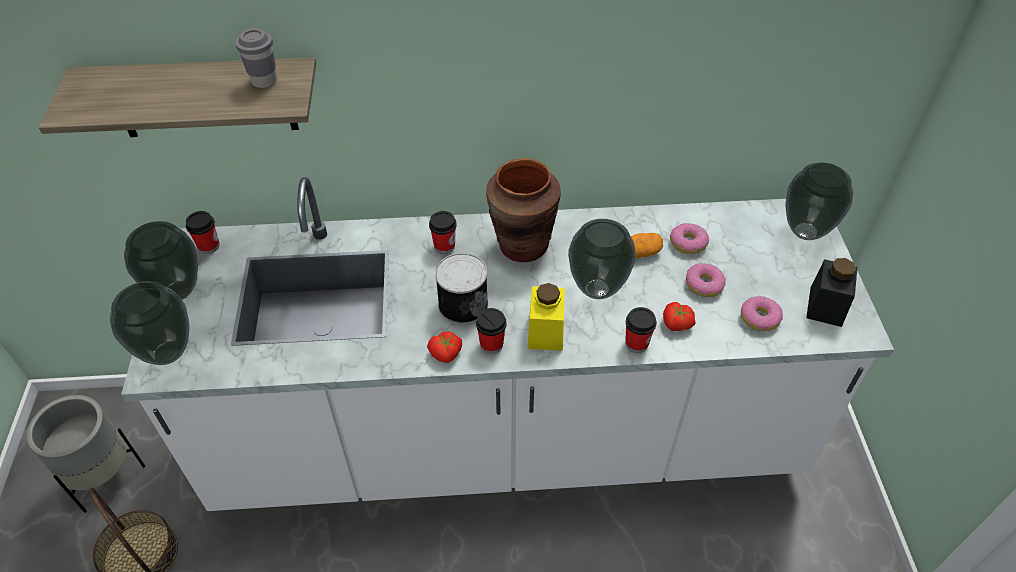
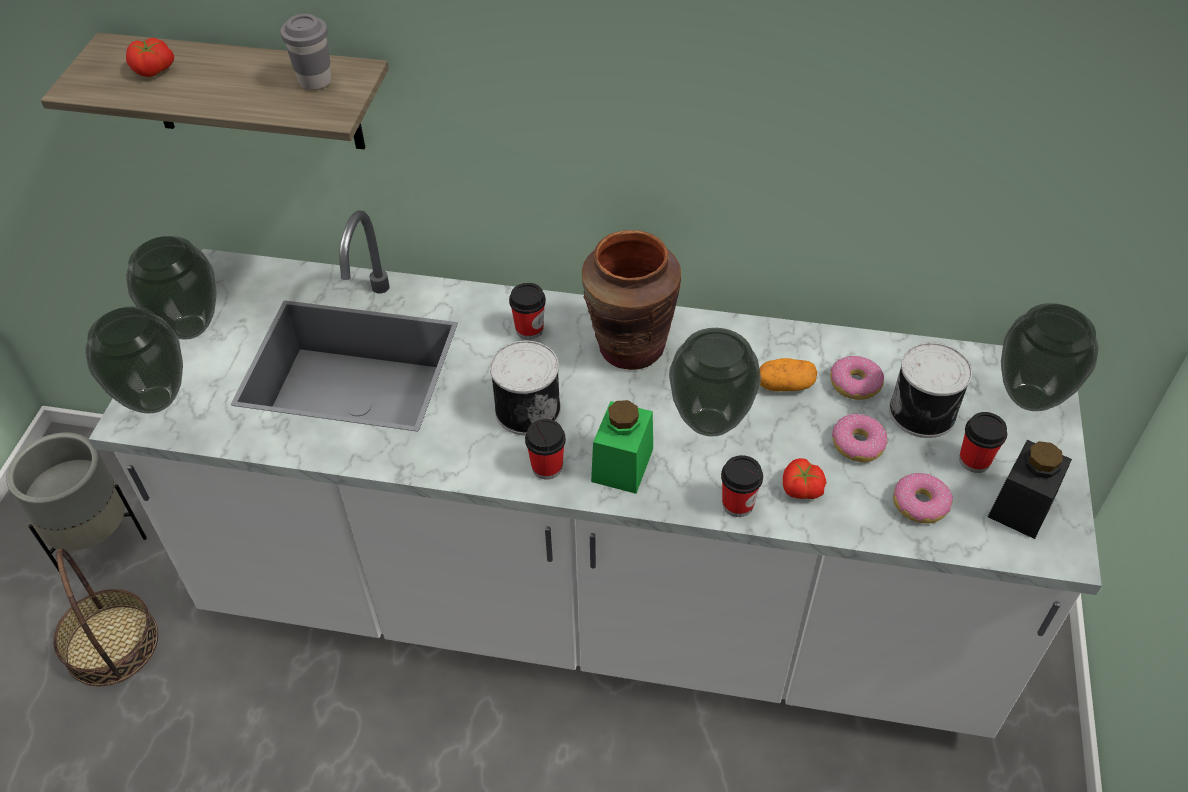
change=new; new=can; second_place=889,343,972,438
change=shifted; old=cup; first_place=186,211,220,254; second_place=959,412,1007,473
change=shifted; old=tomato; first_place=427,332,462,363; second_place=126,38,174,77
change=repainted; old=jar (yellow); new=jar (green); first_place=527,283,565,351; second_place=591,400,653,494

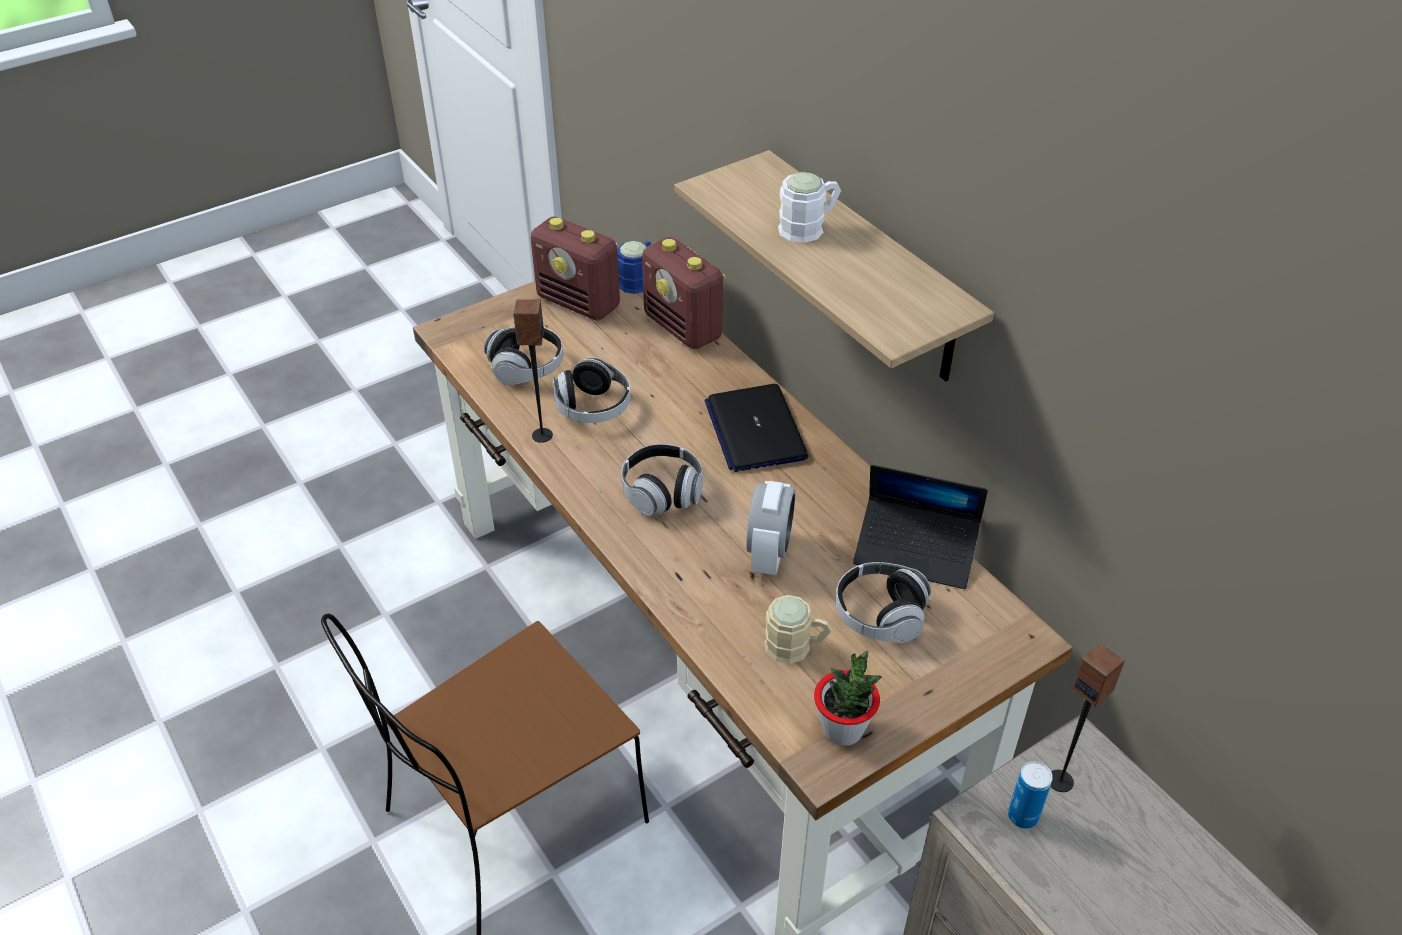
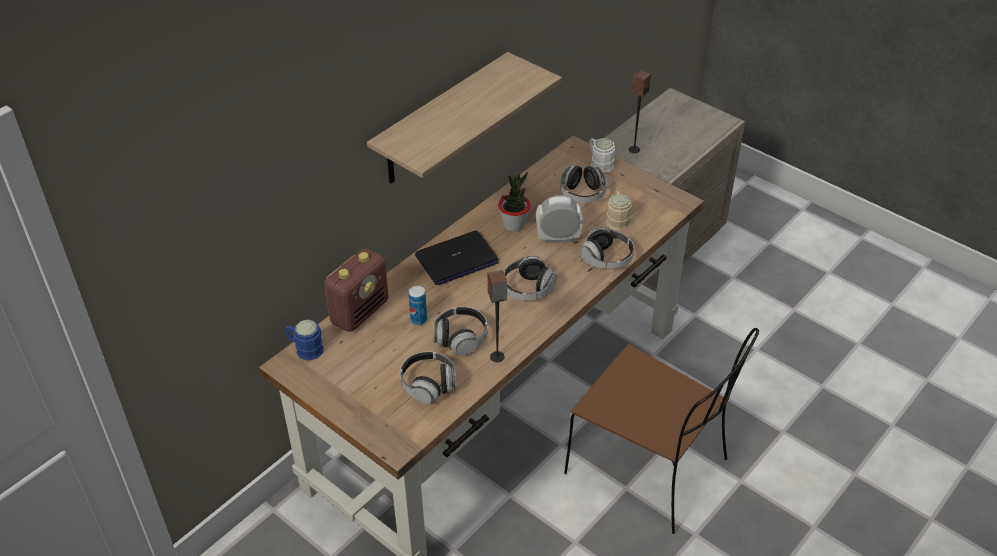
change=gone; old=radio; first_place=530,216,620,321
change=gone; old=laptop; first_place=853,465,988,589
change=new; new=headphones; second_place=580,227,634,269
change=shifted; old=mug (white); first_place=778,172,841,243; second_place=589,138,615,173
change=shifted; old=potted plant; first_place=814,651,882,746; second_place=498,172,531,232
change=shifted; old=can; first_place=1008,761,1053,829; second_place=408,285,427,325

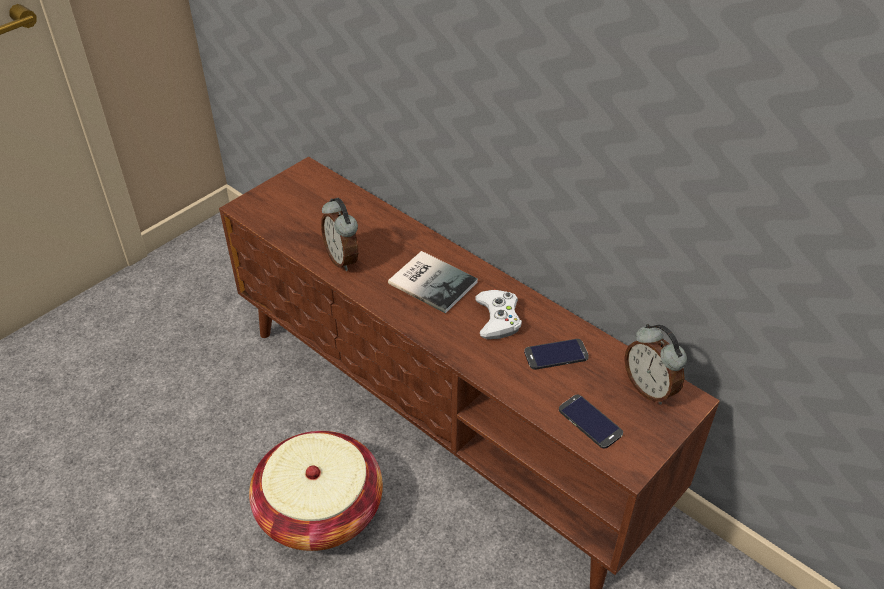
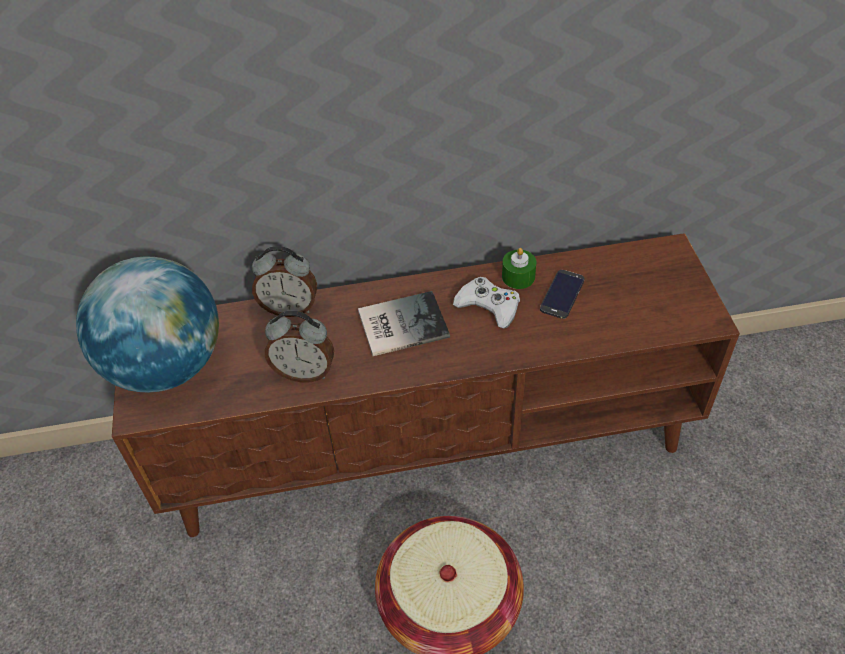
change=gone; old=phone; first_place=559,395,623,449
change=new; new=globe; second_place=76,257,219,392
change=new; new=candle (green); second_place=502,248,536,289
change=shifted; old=alarm clock; first_place=624,324,687,405; second_place=252,246,317,317

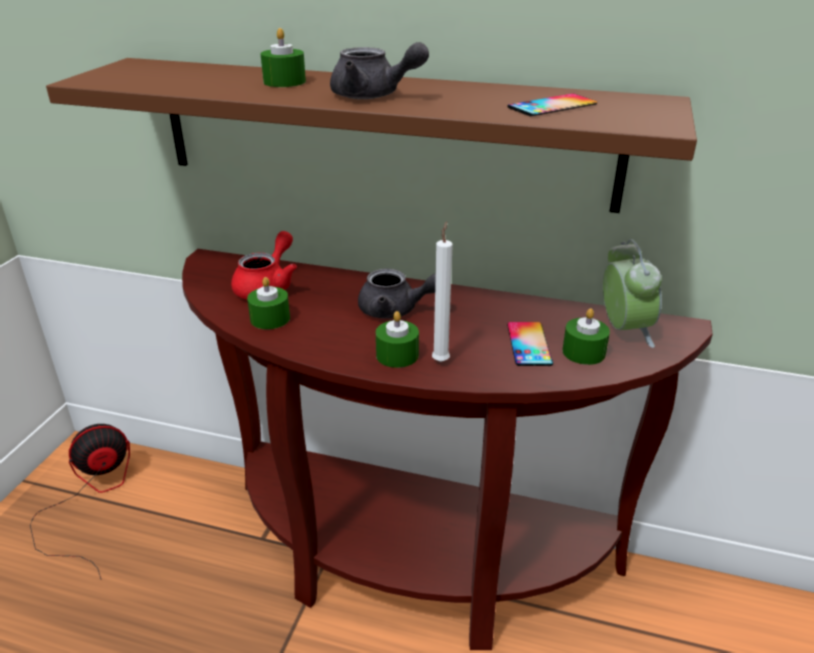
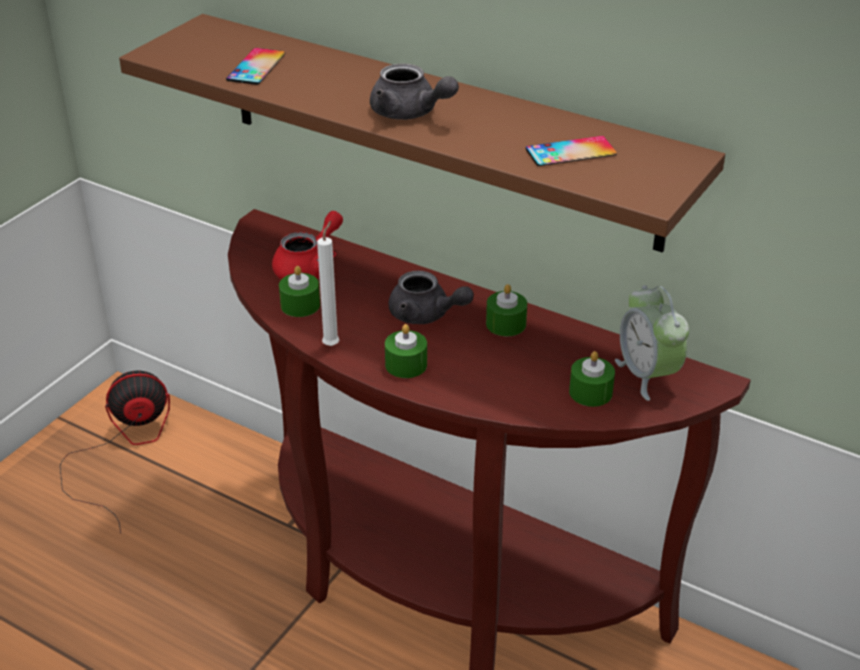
change=shifted; old=candle (green); first_place=260,28,306,87; second_place=486,284,527,336
change=shifted; old=candle (white); first_place=432,221,453,362; second_place=317,221,339,346
change=shifted; old=phone; first_place=507,322,553,366; second_place=226,48,285,85
change=rotated; old=alarm clock; first_place=603,239,662,348; second_place=615,285,689,401; degrees=150

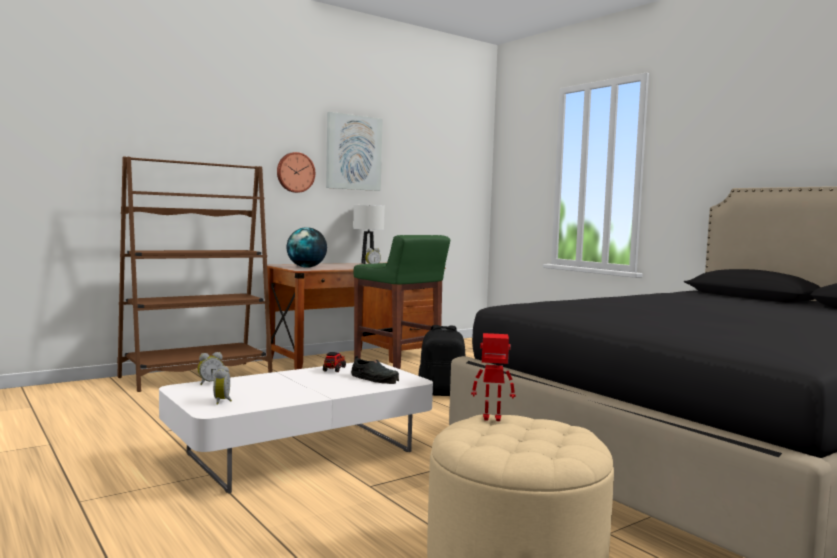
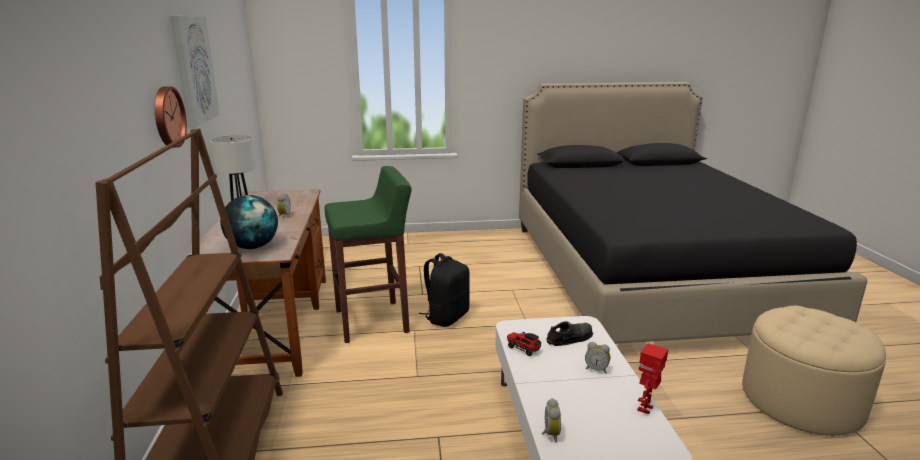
change=shifted; old=alarm clock; first_place=213,366,232,405; second_place=585,342,610,374
change=shifted; old=toy robot; first_place=471,333,516,421; second_place=637,343,668,414

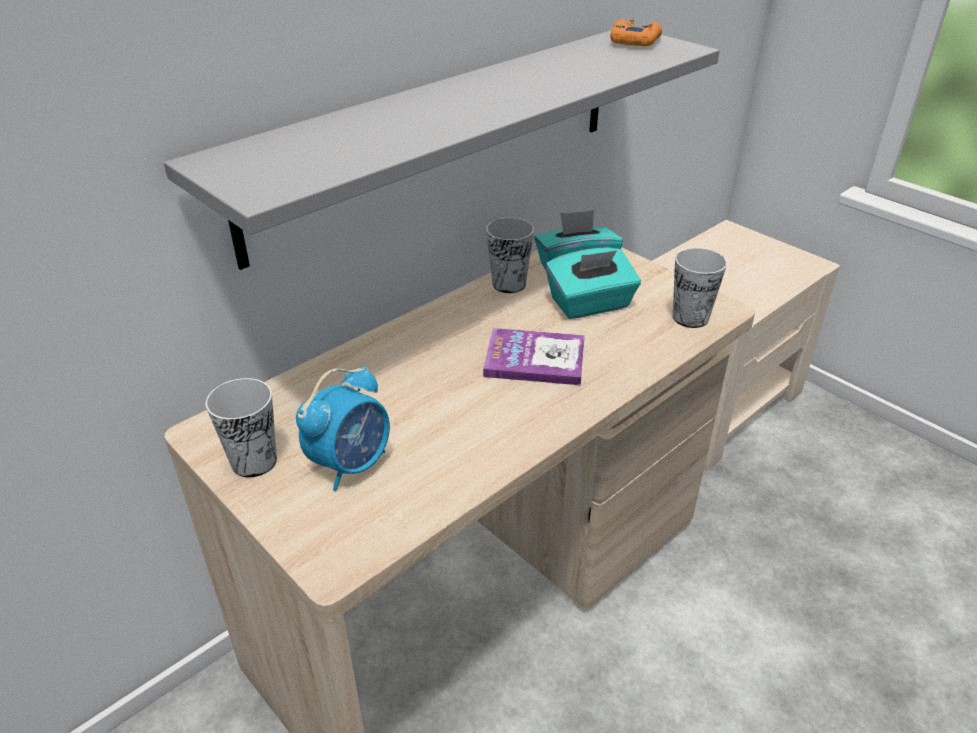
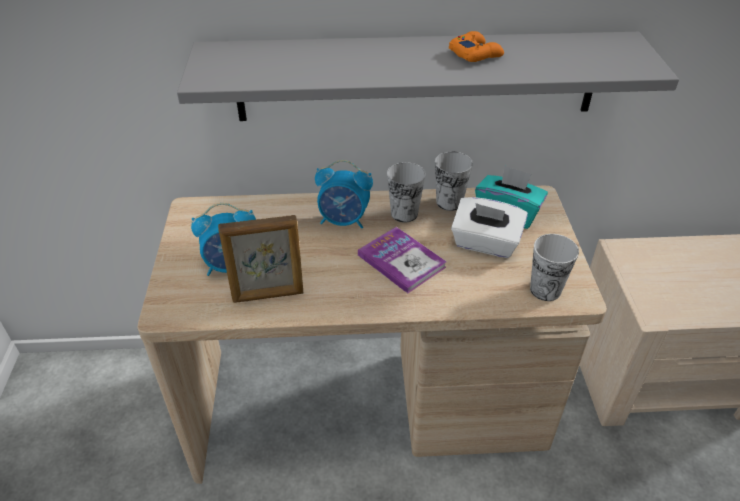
change=new; new=picture frame; second_place=218,215,303,303
change=new; new=alarm clock; second_place=315,160,373,228
change=shifted; old=cup; first_place=205,378,277,477; second_place=387,162,426,223
change=shifted; old=game controller (orange); first_place=610,19,662,46; second_place=449,31,504,62
change=repainted; old=tissue box (turquoise); new=tissue box (white); first_place=546,247,641,319; second_place=451,197,528,258

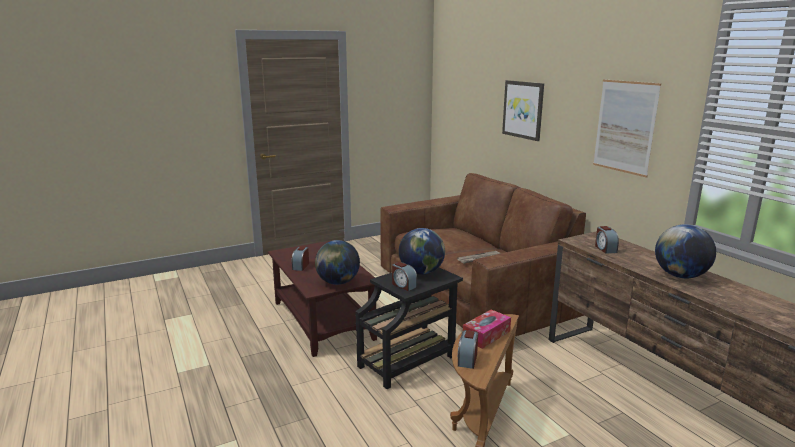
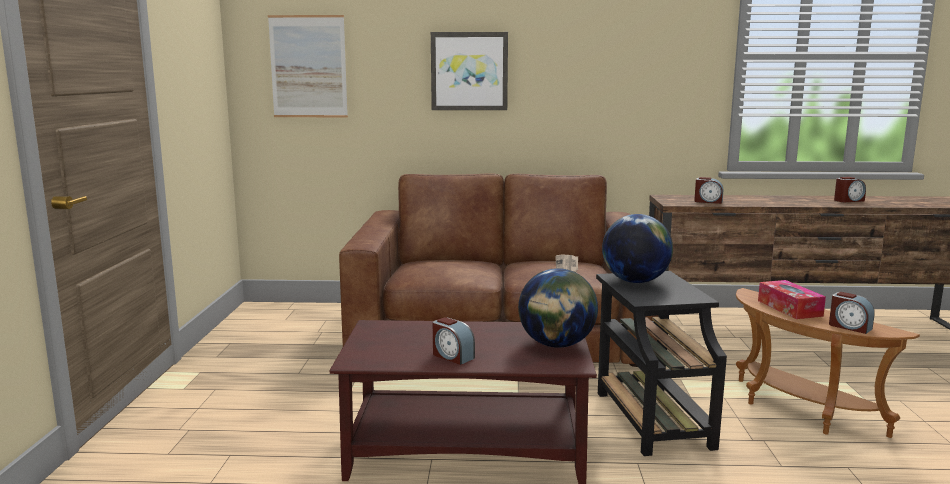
change=gone; old=globe; first_place=655,224,716,278
change=shifted; old=alarm clock; first_place=392,262,417,291; second_place=834,177,866,202
change=shifted; old=picture; first_place=593,80,661,178; second_place=268,15,348,117

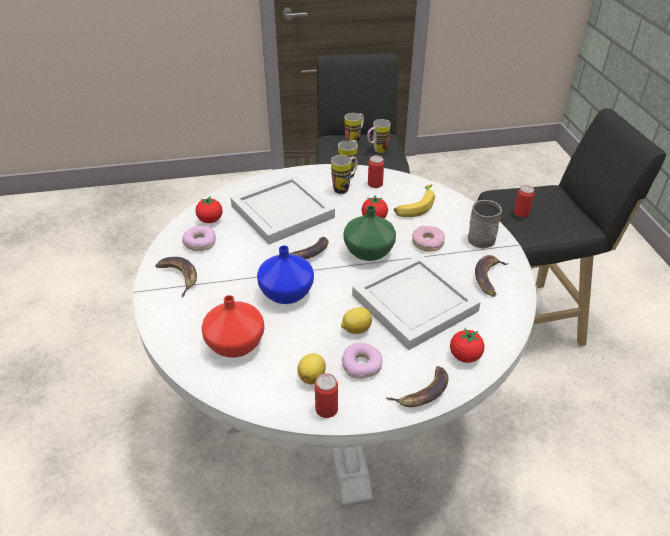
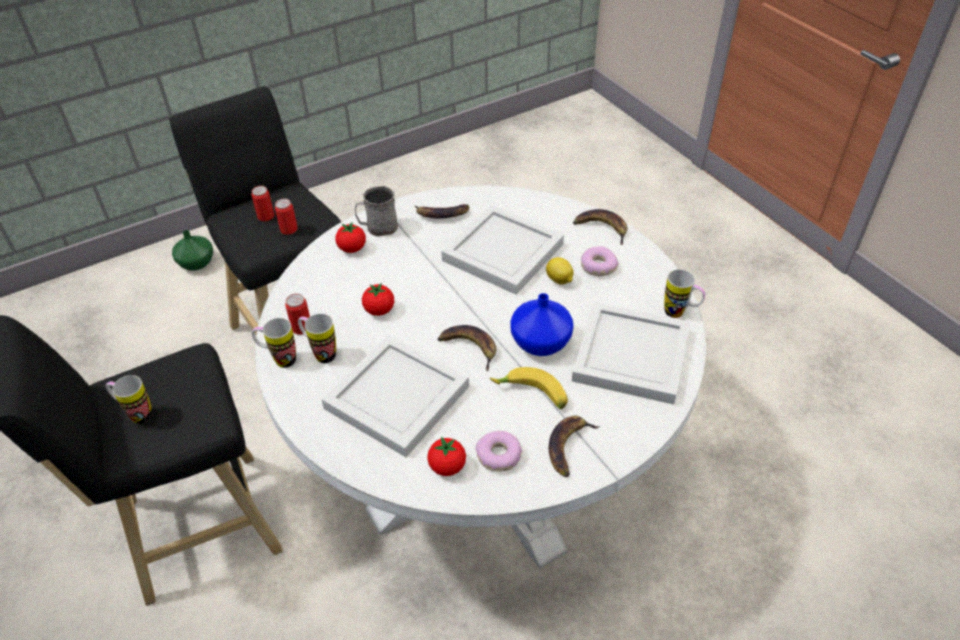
change=gone; old=lemon; first_place=297,353,326,384
change=gone; old=donut; first_place=412,226,445,252
change=shifted; old=can; first_place=315,373,338,418; second_place=251,186,274,221
change=shifted; old=vase (green); first_place=343,206,396,261; second_place=172,230,213,271
change=shifted; old=mug; first_place=367,119,391,153; second_place=664,269,705,318
change=shifted; old=banana; first_place=394,184,435,217; second_place=490,367,568,410
change=shifted; old=tomato; first_place=450,328,485,363; second_place=336,222,366,253
change=swapped; old=vase (red); new=tray (white); first_place=202,295,264,358; second_place=572,302,690,405

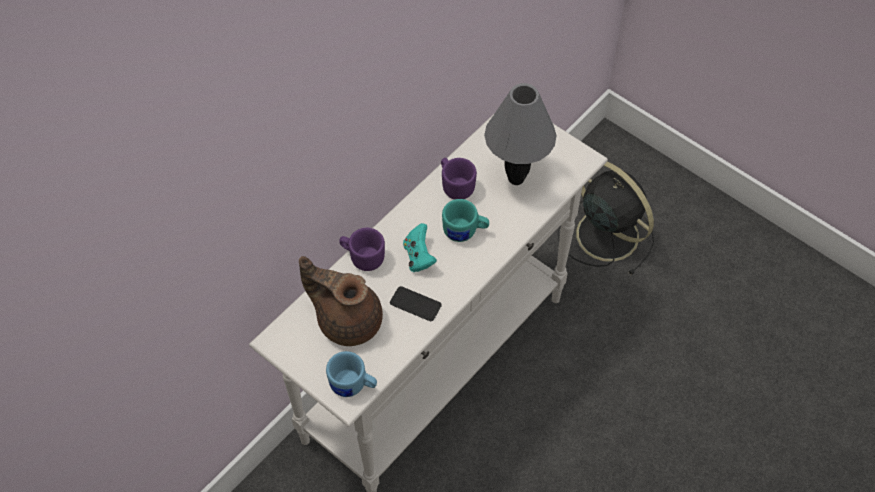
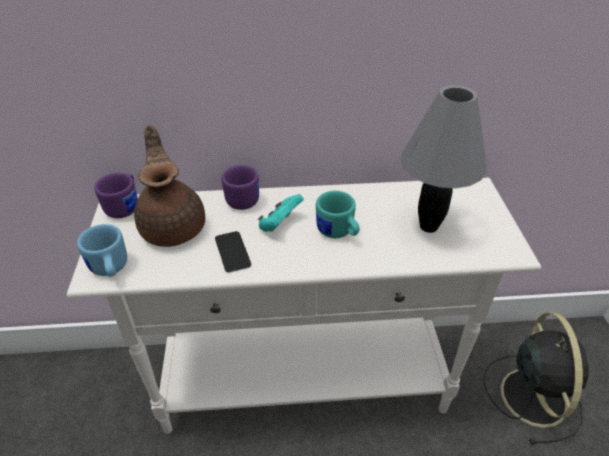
change=shifted; old=mug (purple); first_place=441,158,477,200; second_place=94,173,138,218

